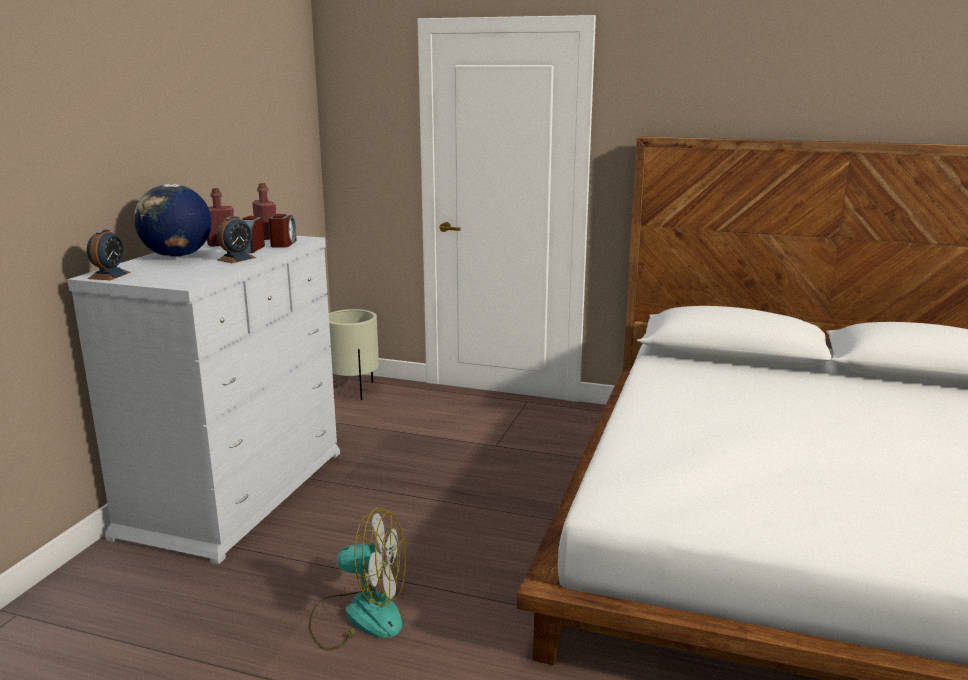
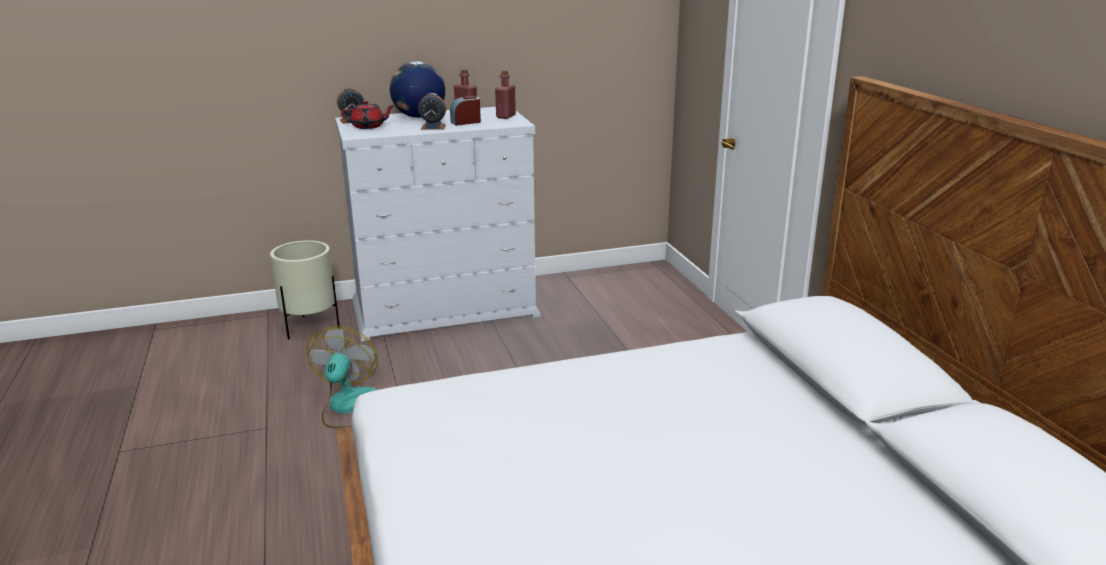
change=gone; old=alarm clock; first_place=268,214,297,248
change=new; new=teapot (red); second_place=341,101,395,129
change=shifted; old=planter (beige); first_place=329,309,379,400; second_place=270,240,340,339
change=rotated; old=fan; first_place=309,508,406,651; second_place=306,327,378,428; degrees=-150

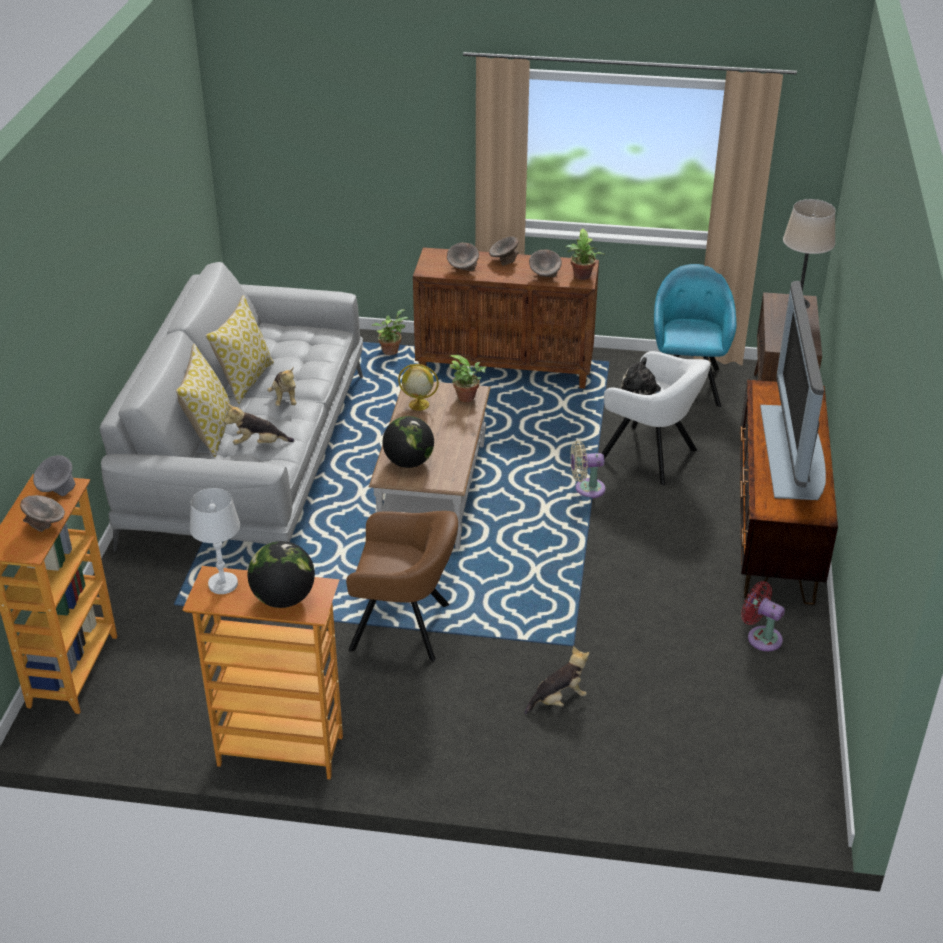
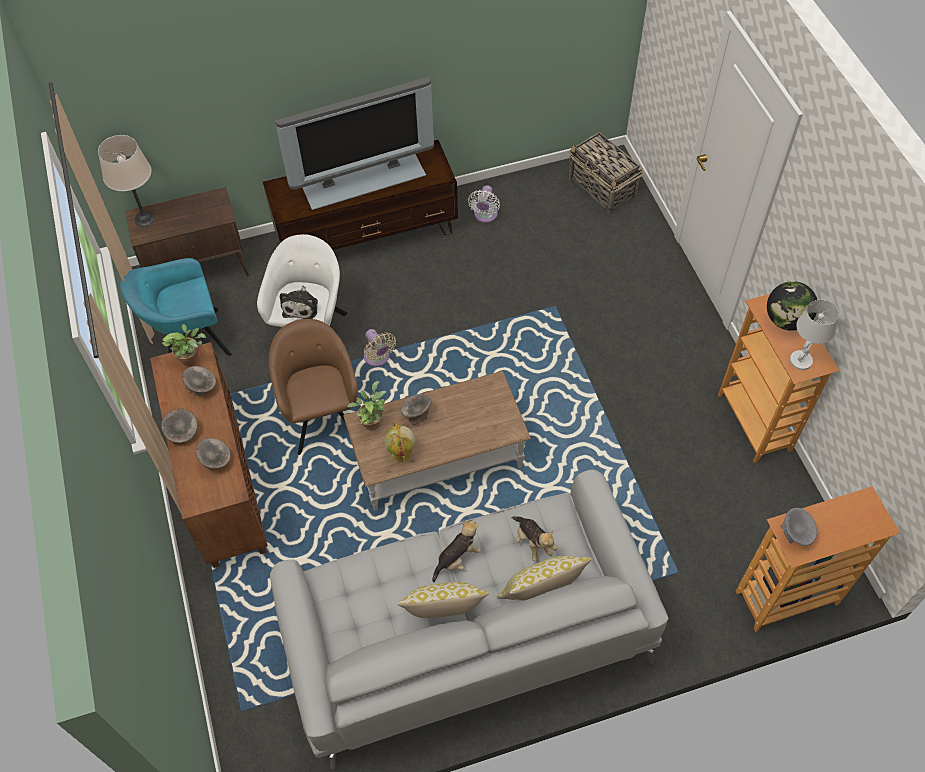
change=gone; old=potted plant; first_place=371,309,408,355
change=gone; old=globe; first_place=383,416,434,468
change=gone; old=plush toy; first_place=524,646,589,715
change=new; new=basket; second_place=568,132,643,214
change=shifted; old=bowl (grey); first_place=20,495,65,532; second_place=401,394,431,424
change=shifted; old=armchair (brown); first_place=346,511,458,661; second_place=269,319,358,455
change=repainted; old=fan (red); new=fan (white); first_place=741,581,785,651; second_place=468,185,500,223

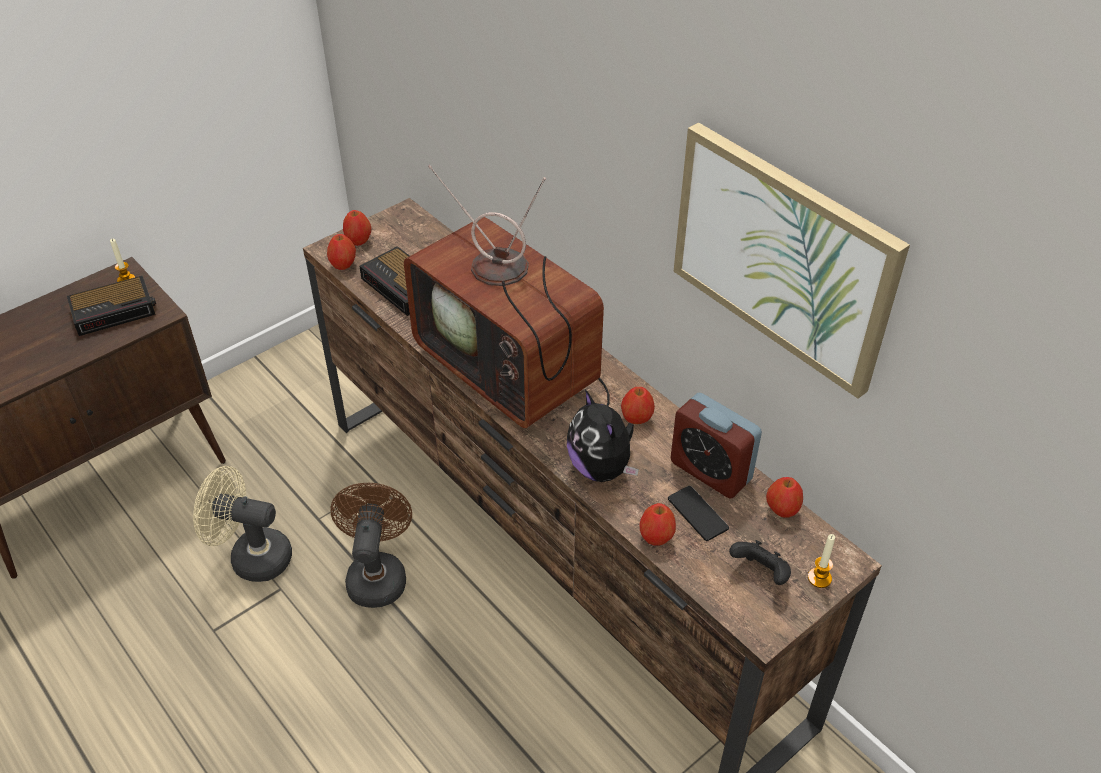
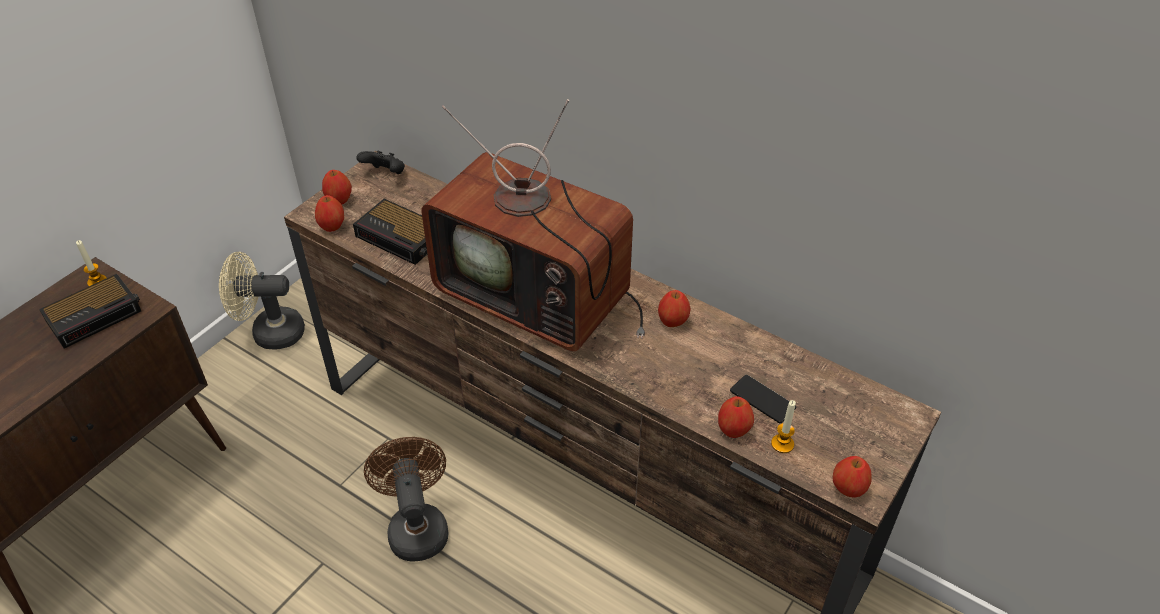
change=gone; old=plush toy; first_place=567,389,639,482
change=gone; old=alarm clock; first_place=671,393,762,499
change=gone; old=picture; first_place=673,122,910,398
change=shifted; old=fan (beige); first_place=193,466,292,582; second_place=219,252,305,350
change=shifted; old=game controller (black); first_place=729,540,791,585; second_place=356,151,405,174
change=shifted; old=apple; first_place=766,477,803,518; second_place=833,456,872,498
change=shifted; old=candle; first_place=808,534,835,588; second_place=771,400,796,453

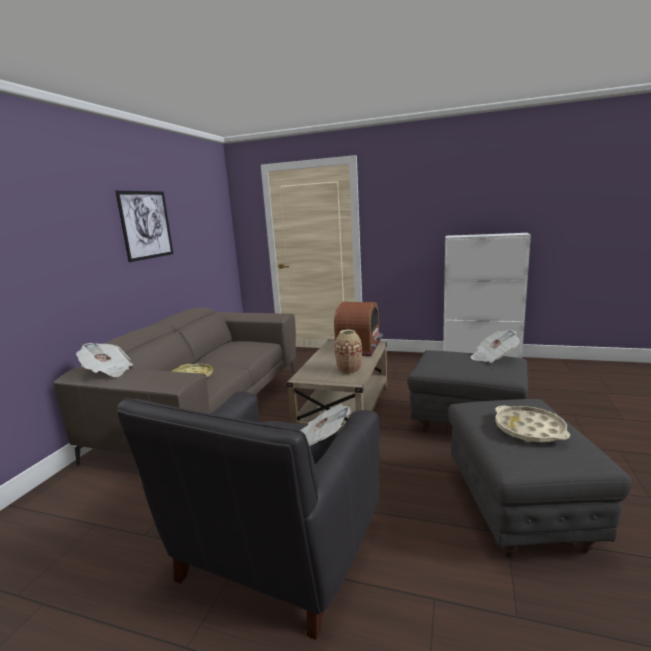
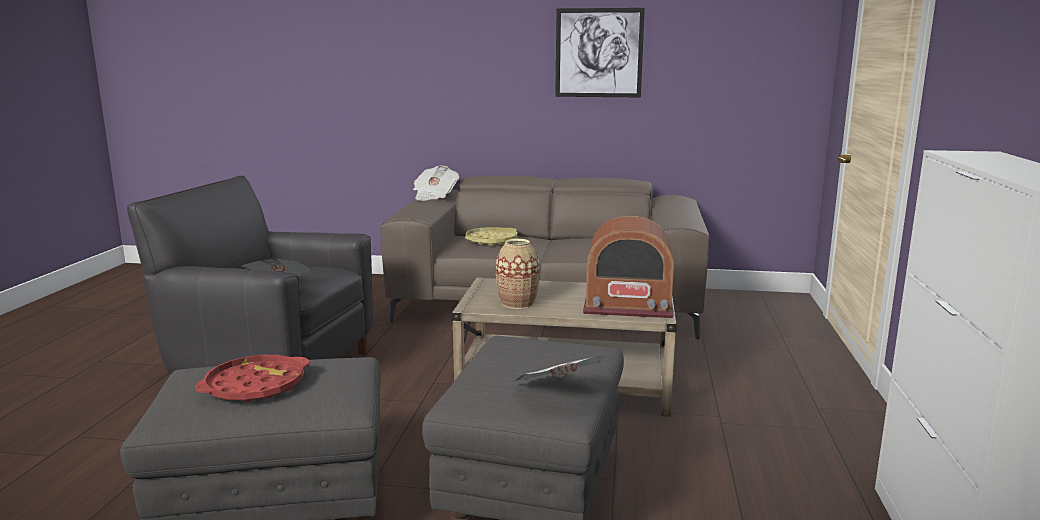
change=repainted; old=tray (beige); new=tray (red); first_place=495,405,570,442; second_place=195,355,310,402

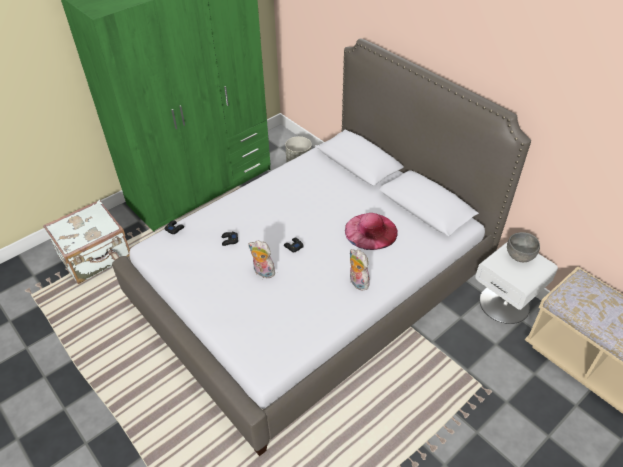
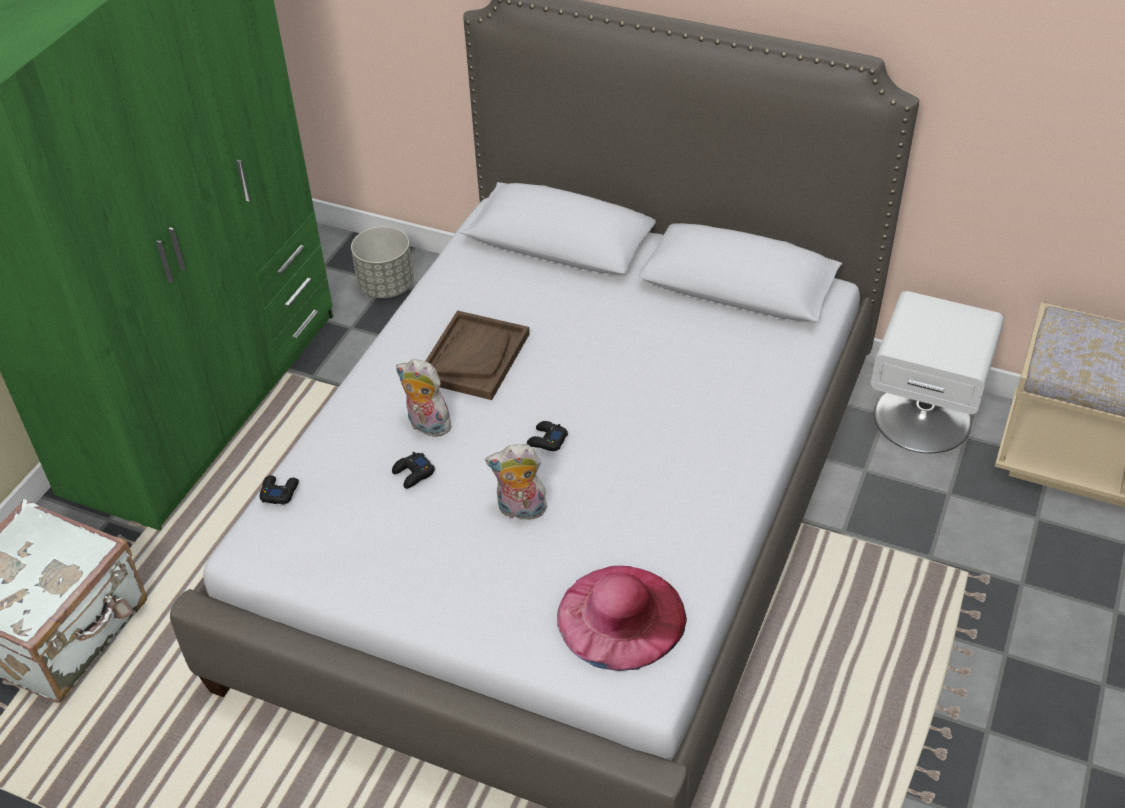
change=gone; old=bowl (grey); first_place=507,232,540,262
change=new; new=tray (brown); second_place=426,310,530,400
change=shifted; old=hat (pink); first_place=345,213,398,250; second_place=557,566,687,671
change=shifted; old=plush toy; first_place=350,249,370,291; second_place=396,359,451,437

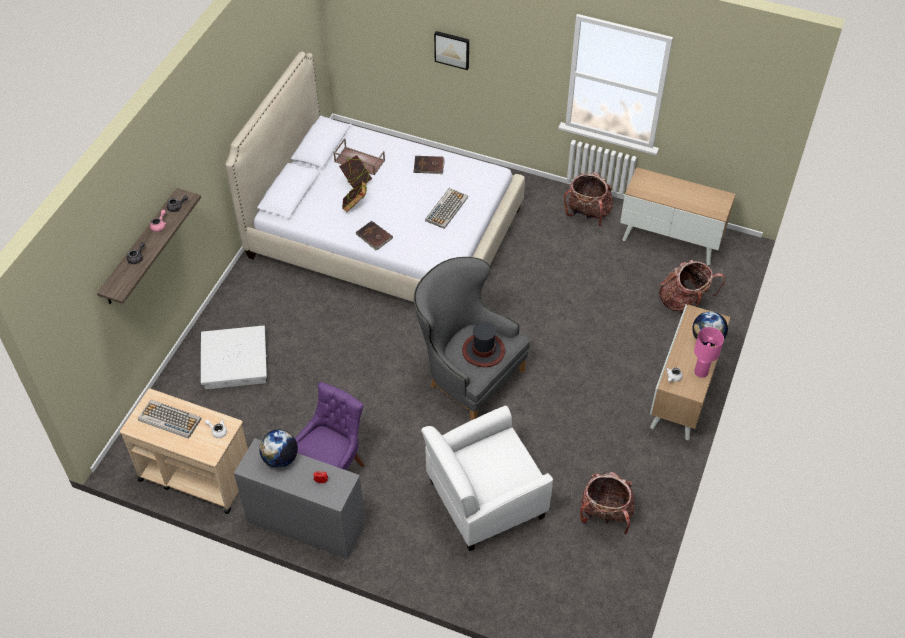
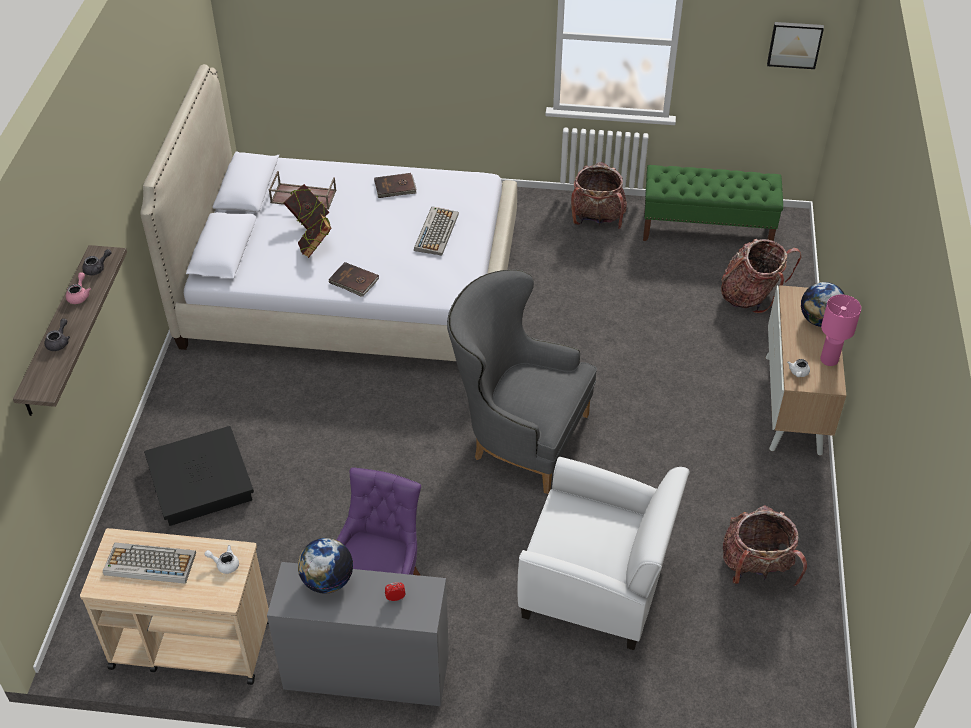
change=gone; old=hat; first_place=462,322,505,367
change=shifted; old=picture; first_place=434,31,469,70; second_place=767,22,824,69
change=swapped; old=cabinet; new=bench (green); first_place=620,167,735,265; second_place=643,165,783,241
change=repainted; old=storage box (white); new=storage box (black); first_place=201,326,267,389; second_place=144,426,254,526
change=rotated; old=armchair (white); first_place=421,406,553,551; second_place=517,457,690,650; degrees=-120

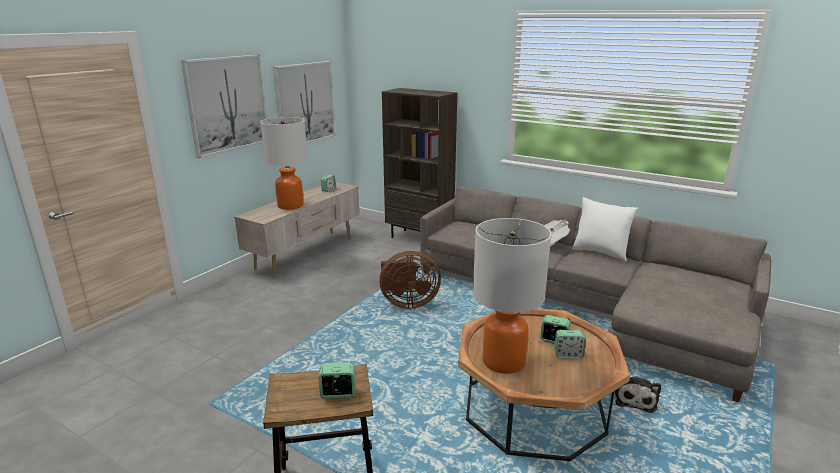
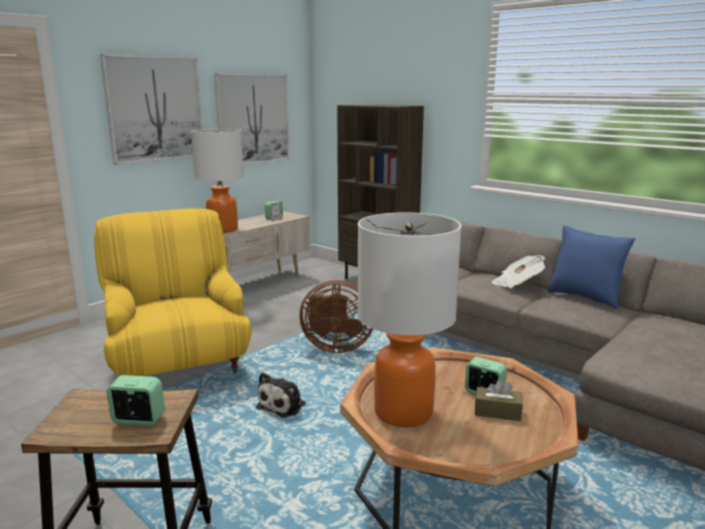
change=new; new=armchair (yellow); second_place=94,208,251,377
change=shifted; old=plush toy; first_place=614,377,661,413; second_place=256,372,306,418
change=swapped; old=alarm clock; new=tissue box (brown); first_place=554,330,586,359; second_place=475,379,523,421
change=repainted; old=pillow (white); new=pillow (blue); first_place=572,197,638,262; second_place=547,225,635,309

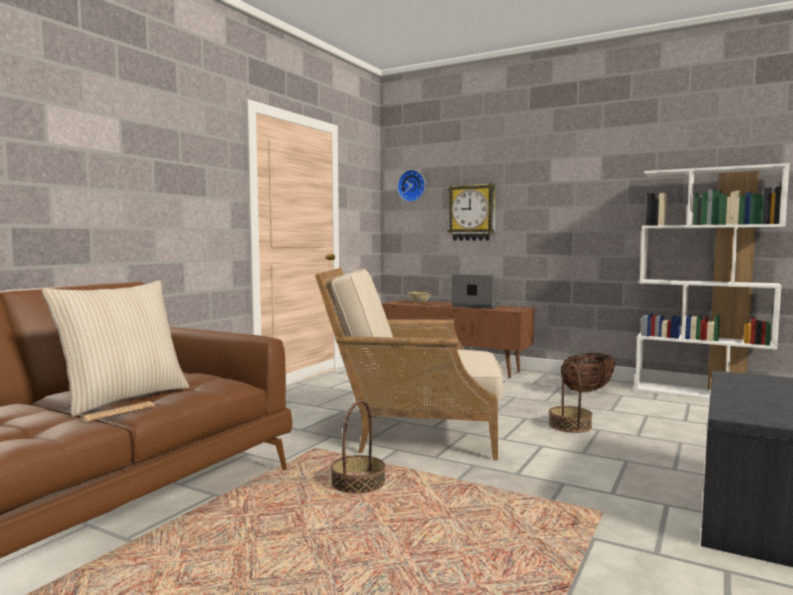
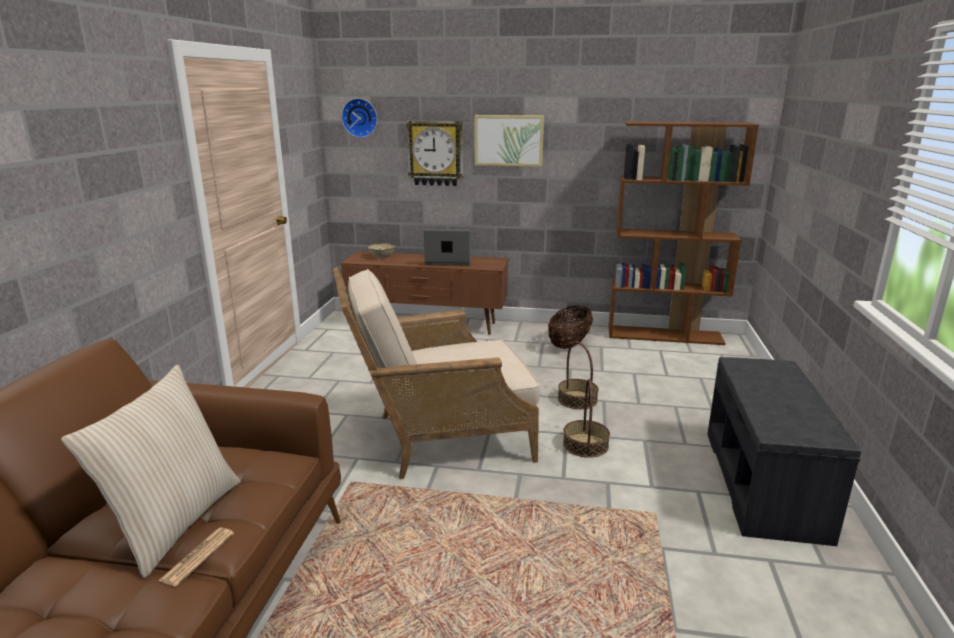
change=new; new=picture; second_place=475,115,544,167
change=shifted; old=basket; first_place=331,400,385,494; second_place=563,379,610,458
change=repainted; old=bookcase (white); new=bookcase (brown); first_place=635,163,790,400; second_place=608,121,759,345

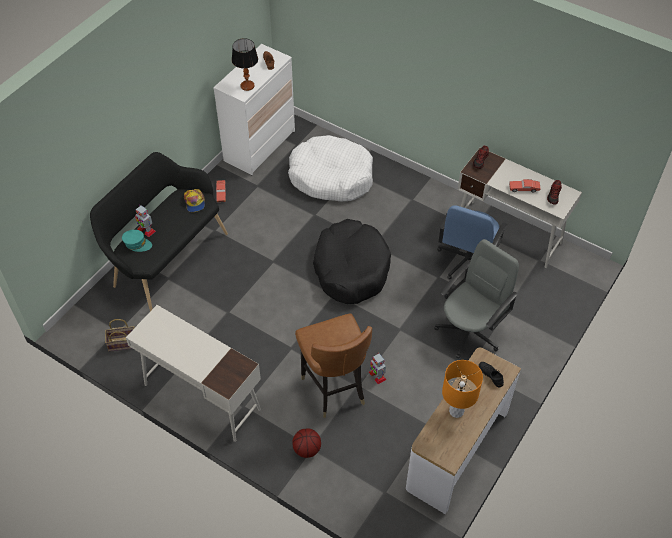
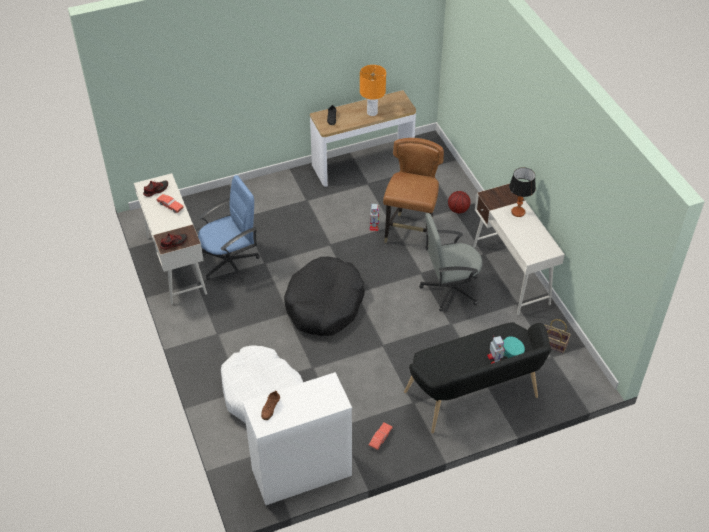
change=gone; old=cap; first_place=184,189,205,212
change=shifted; old=table lamp; first_place=232,38,258,91; second_place=509,167,536,217
change=shifted; old=office chair (grey); first_place=434,239,519,359; second_place=419,213,482,311

